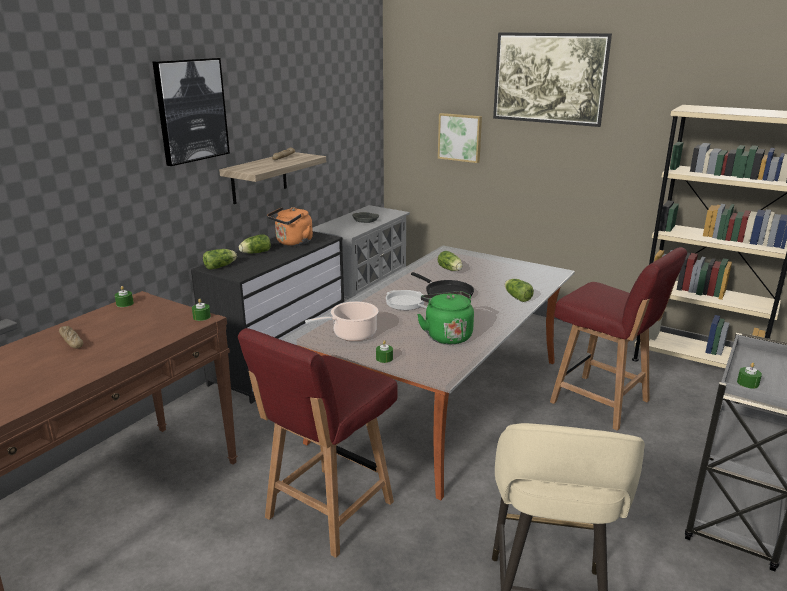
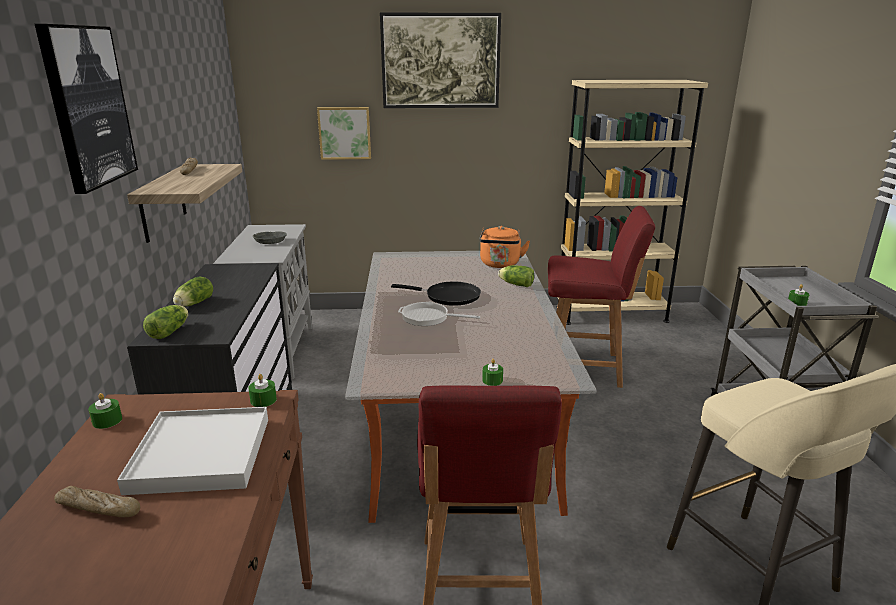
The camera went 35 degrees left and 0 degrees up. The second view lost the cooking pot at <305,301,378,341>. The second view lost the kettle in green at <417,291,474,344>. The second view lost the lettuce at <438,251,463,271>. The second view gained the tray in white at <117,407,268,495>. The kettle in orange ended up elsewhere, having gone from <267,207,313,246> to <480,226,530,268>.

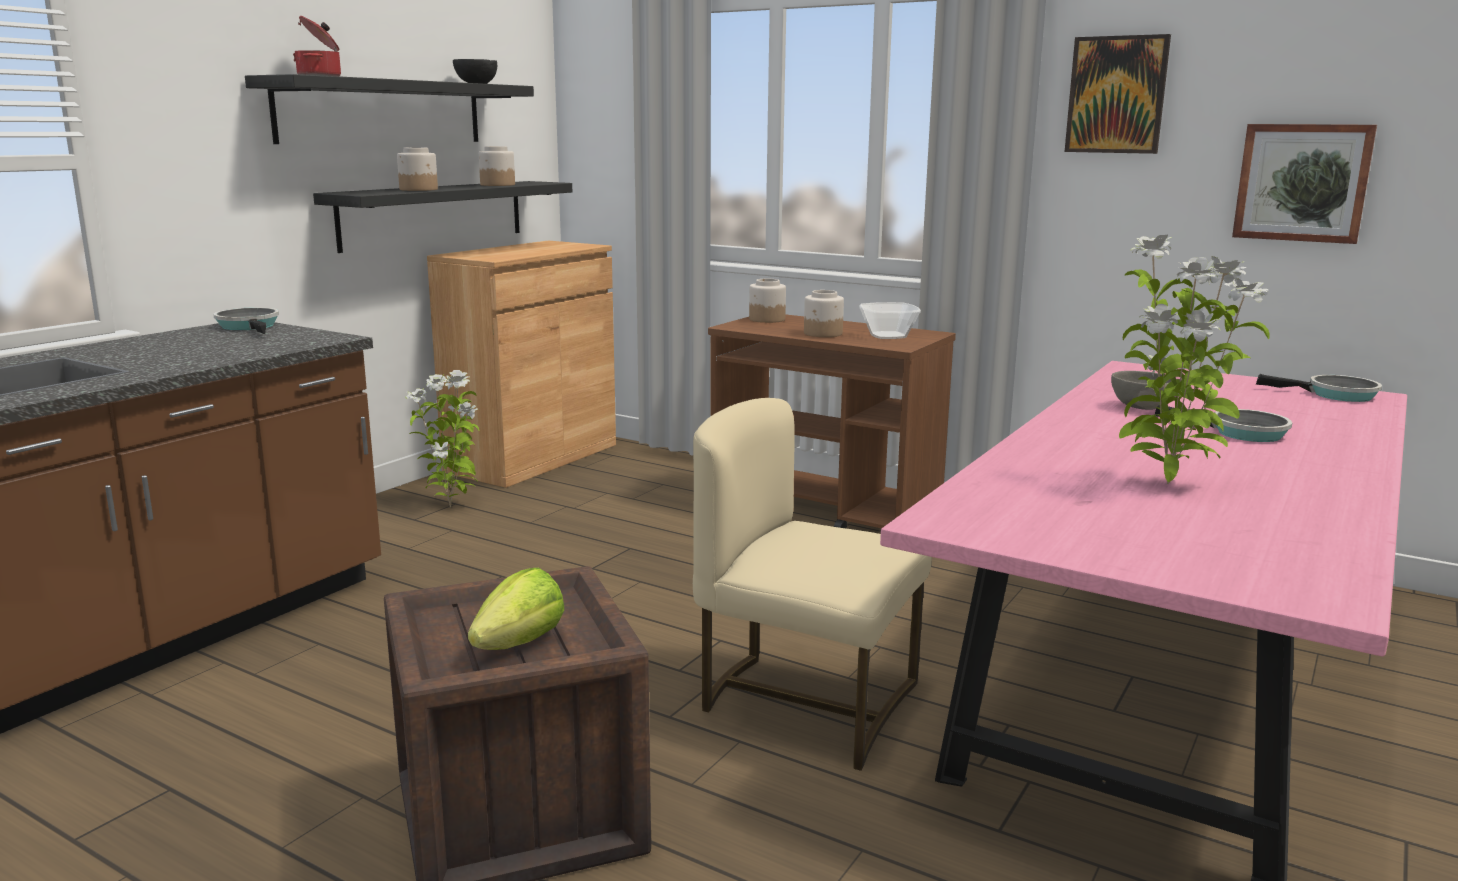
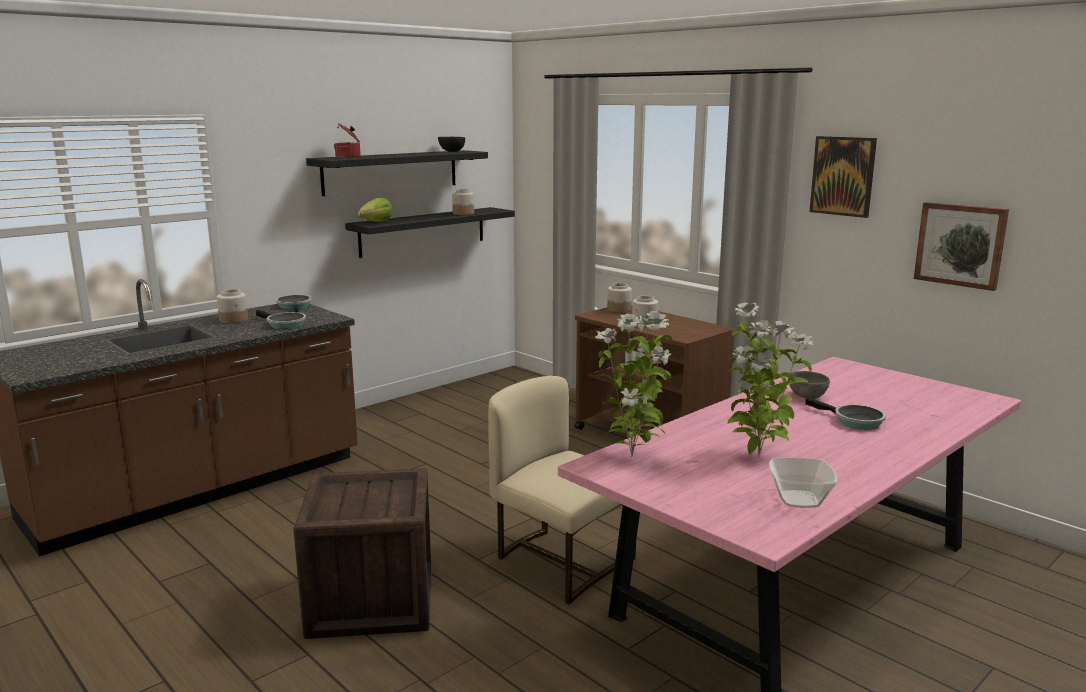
The camera went 15 degrees right and 0 degrees up. The second view lost the cabinet in brown at <427,241,616,488>. The jar ended up elsewhere, having gone from <397,147,438,191> to <217,289,248,324>. The potted plant ended up elsewhere, having gone from <405,370,479,507> to <595,311,672,457>. The lettuce ended up elsewhere, having gone from <468,568,564,650> to <358,197,393,222>. The bowl ended up elsewhere, having gone from <859,302,921,339> to <769,457,837,508>. The frying pan ended up elsewhere, having gone from <1256,374,1382,402> to <256,310,306,329>.

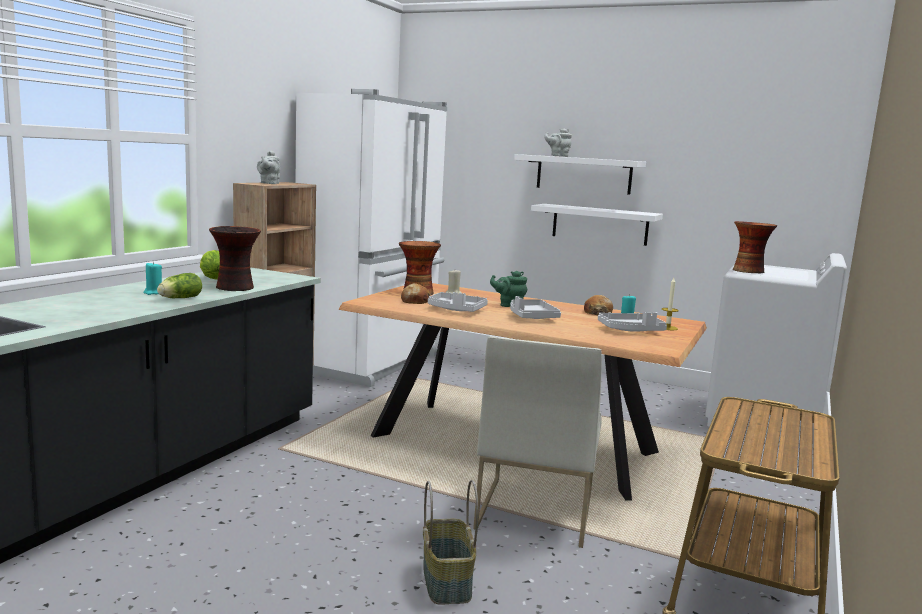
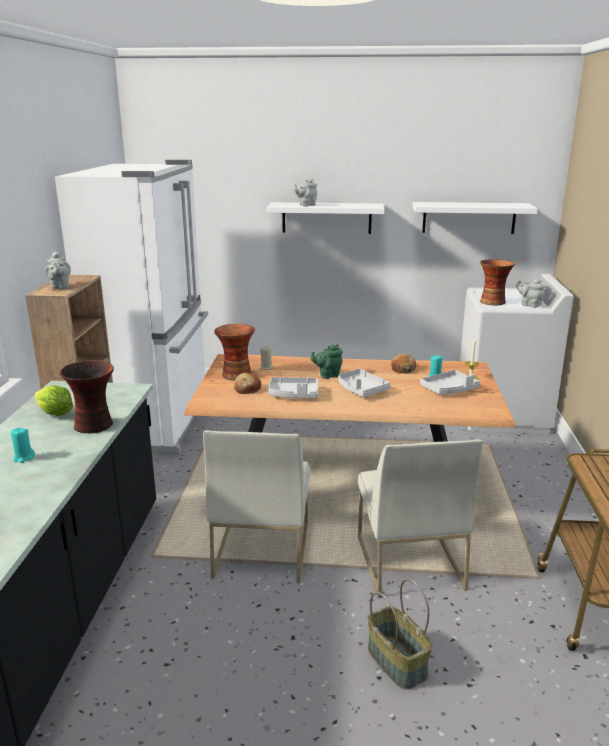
The camera went 20 degrees left and 10 degrees up. The second view lost the lettuce at <157,273,202,298>. The second view gained the chair in white at <203,430,310,583>. The second view gained the teapot in grey at <516,279,545,308>. The shelf in white ended up elsewhere, having gone from <531,204,663,246> to <413,202,538,234>.

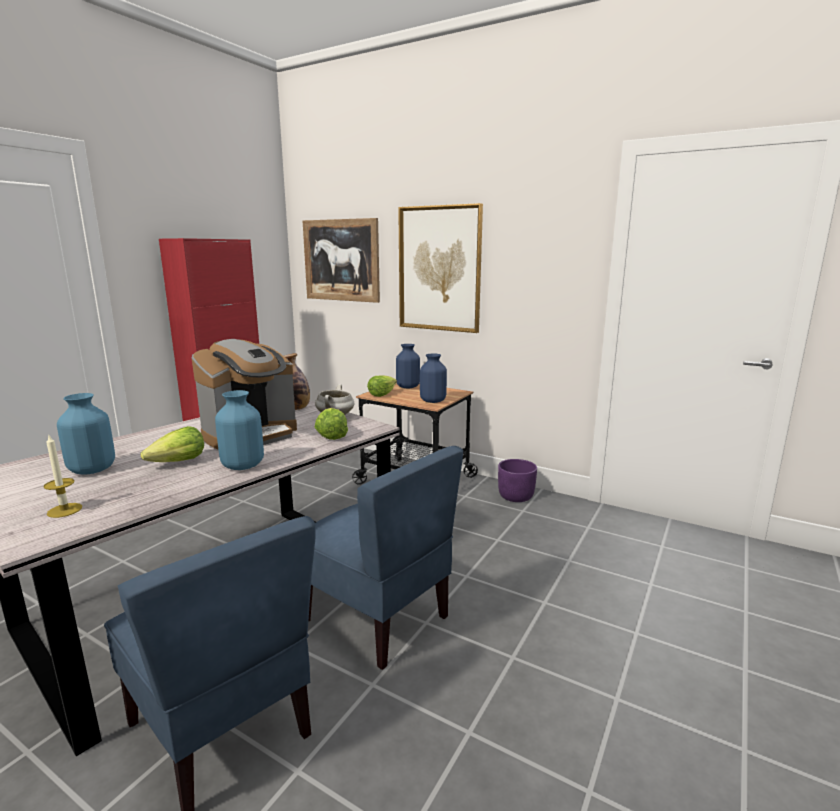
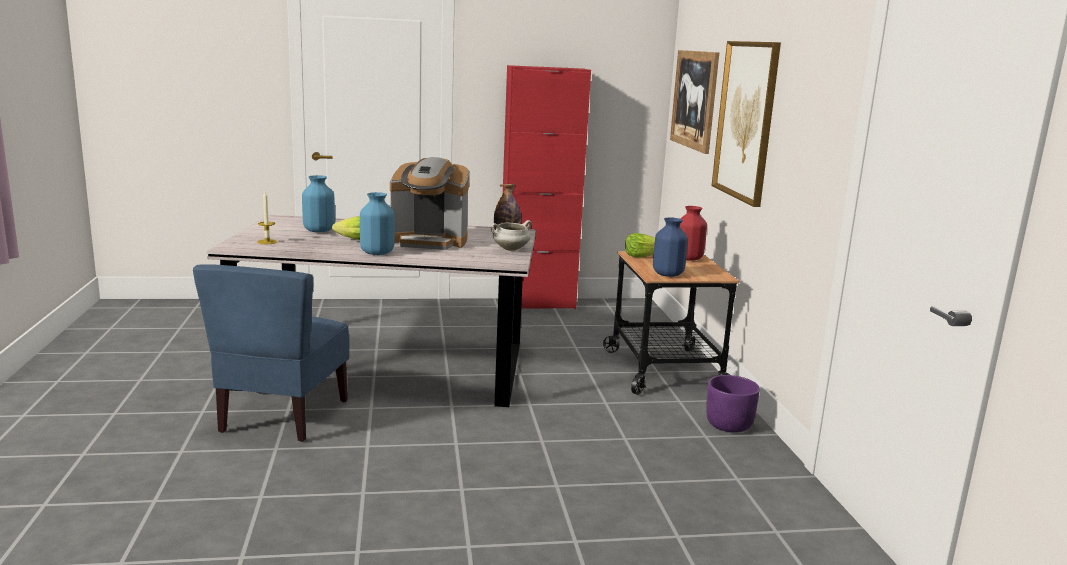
The camera went 50 degrees right and 0 degrees up. The second view lost the chair in blue at <308,446,463,670>. The second view lost the lettuce at <314,408,348,440>. What was the vase in blue at <396,344,420,388> turned into the vase in red at <680,206,707,261>.

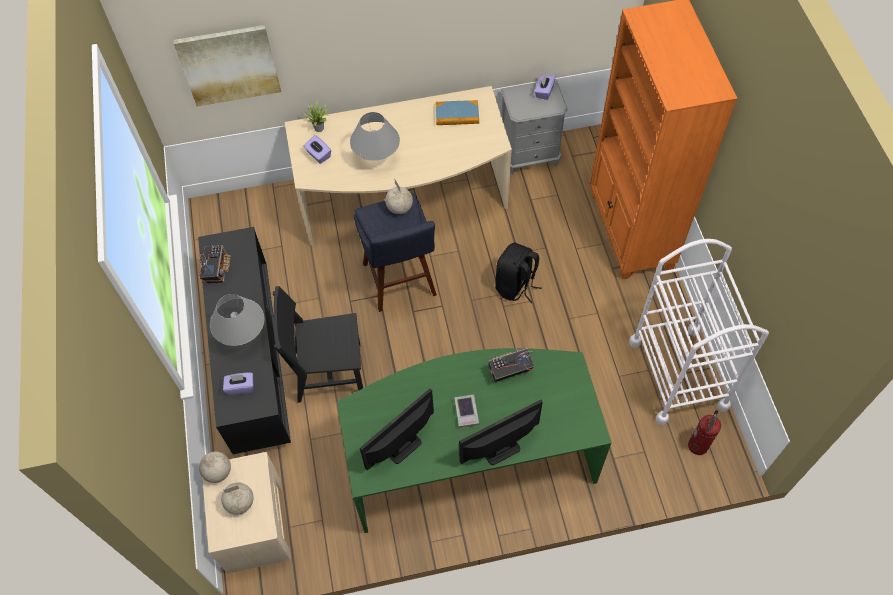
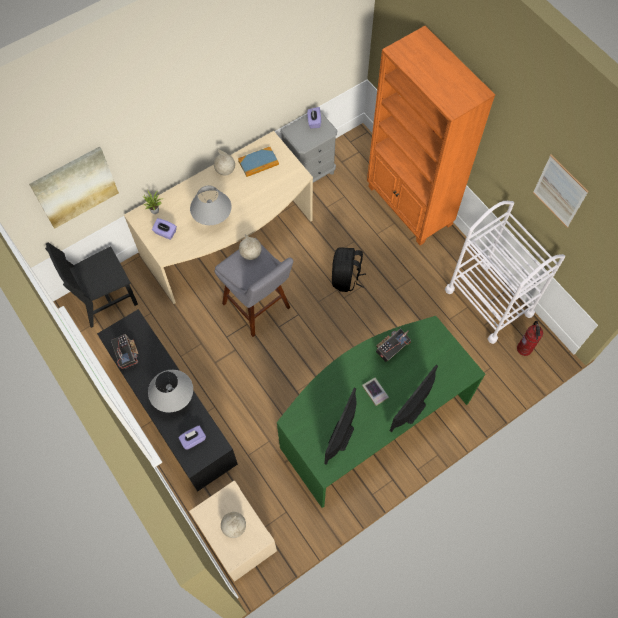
The camera went 25 degrees left and 5 degrees up. The second view gained the picture at <533,155,589,228>. The globe ended up elsewhere, having gone from <199,452,231,483> to <214,149,235,175>. The chair in black ended up elsewhere, having gone from <273,286,363,403> to <45,243,138,328>. What was the stool in blue at <354,193,437,312> turned into the stool in grey at <214,238,293,337>.

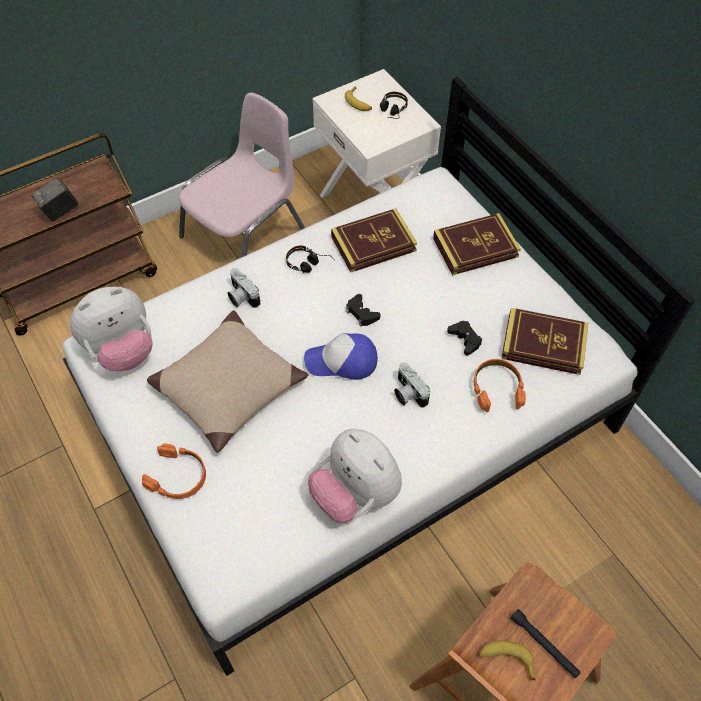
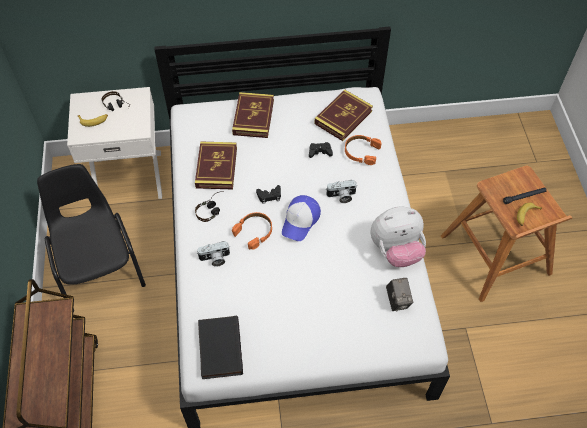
The camera went 65 degrees left and 0 degrees up. The second view lost the pillow in beige at <147,310,308,453>. The photo camera ended up elsewhere, having gone from <31,177,79,222> to <386,278,413,312>. The headphones in orange ended up elsewhere, having gone from <142,443,206,499> to <232,212,272,250>. Where the plush toy stood at <70,287,153,371>, the book in black came to stand at <198,316,243,379>. What was the chair in pink at <179,92,305,257> turned into the chair in black at <37,164,146,312>.

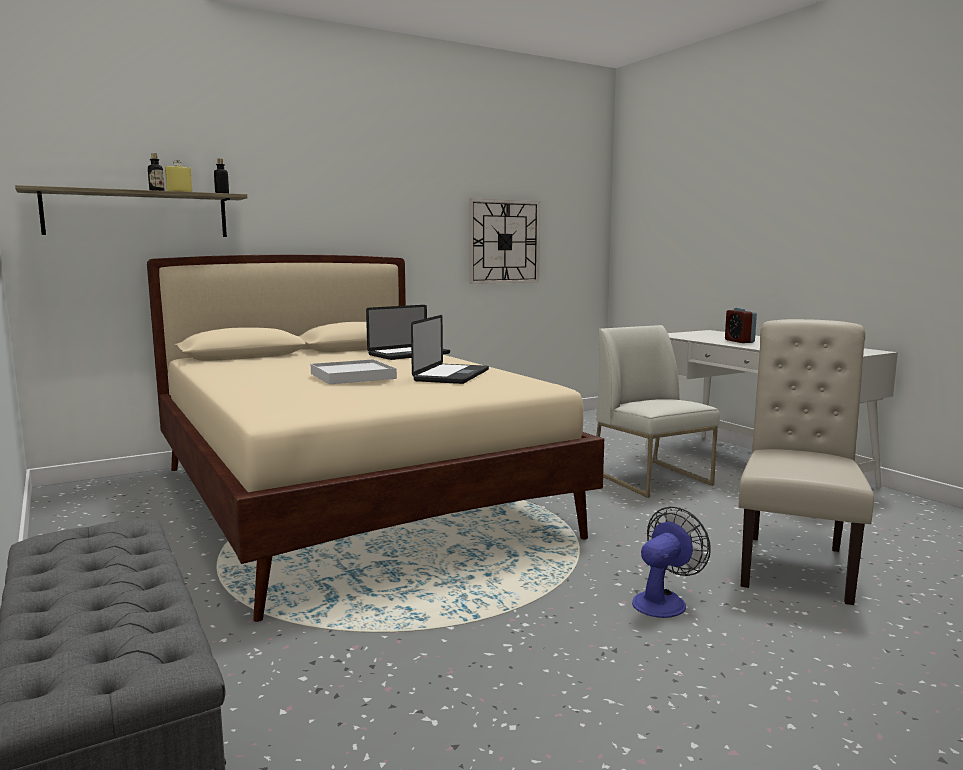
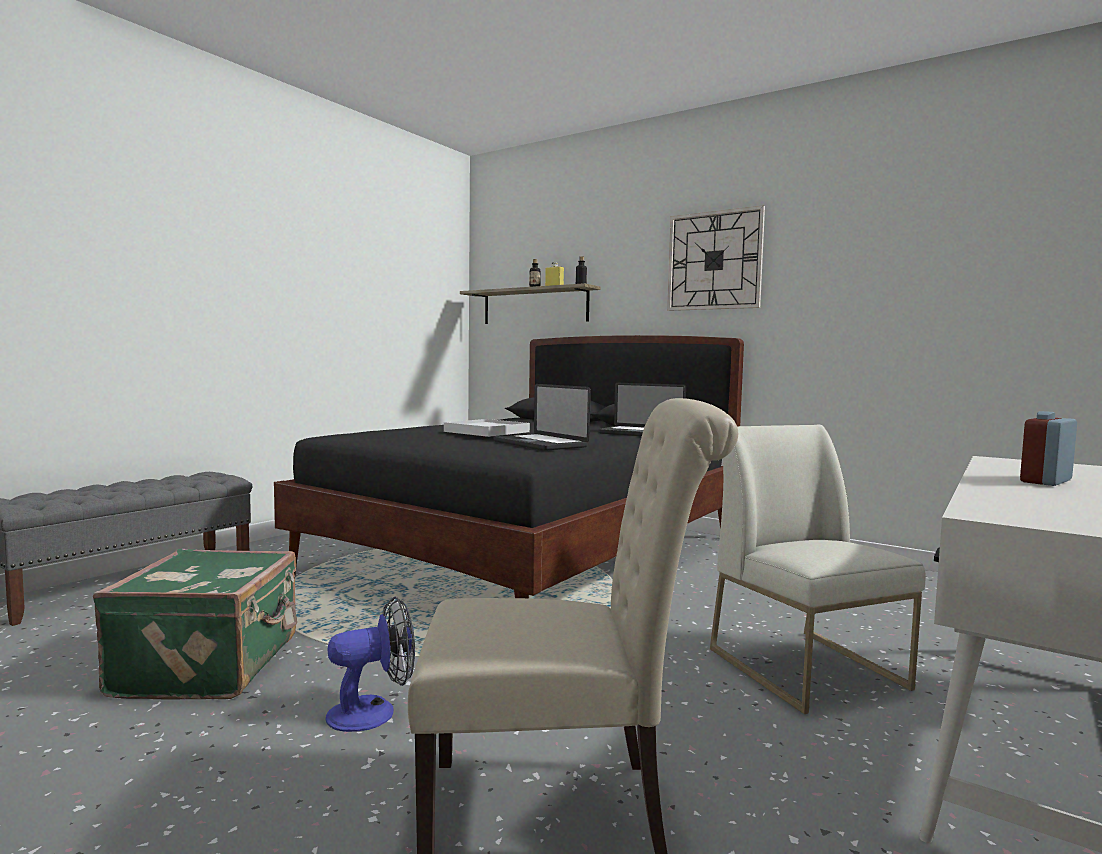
The camera went 65 degrees right and 5 degrees down. The second view gained the suitcase in green at <93,549,297,700>. The wall clock ended up elsewhere, having gone from <469,199,540,284> to <667,205,765,311>. What was the bed in beige at <147,255,604,622> turned into the bed in black at <274,335,744,598>. The laptop at <411,315,489,384> ended up facing another way, 60 degrees clockwise from before. The chair in white at <596,325,720,498> ended up facing another way, 60 degrees counterclockwise from before. The fan at <632,507,711,618> ended up facing another way, 45 degrees counterclockwise from before.

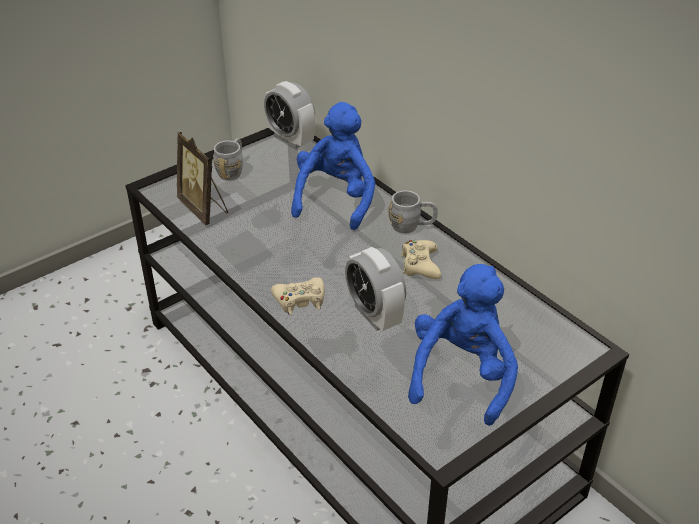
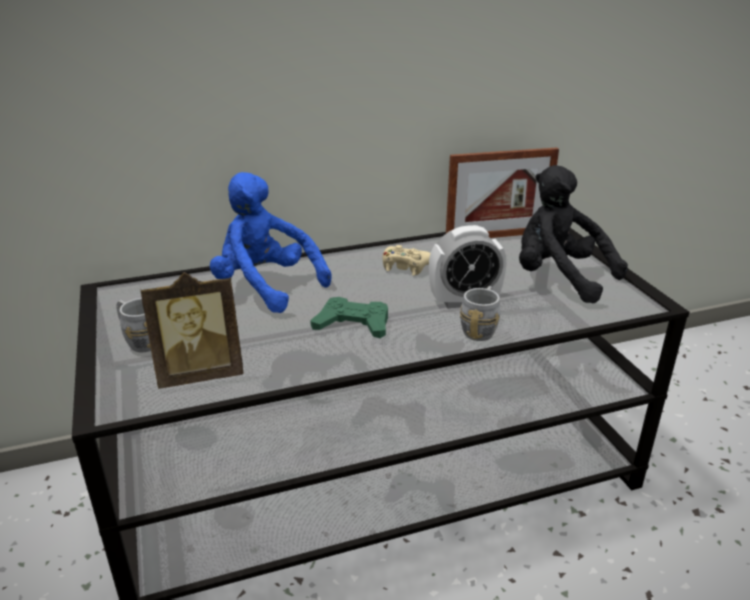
The camera went 70 degrees left and 10 degrees down. The second view lost the alarm clock at <264,81,315,149>. The second view lost the game controller in beige at <271,277,325,315>. The second view gained the game controller in green at <310,297,388,338>. The second view gained the picture frame at <446,148,559,238>. The mug in grey ended up elsewhere, having gone from <388,190,438,233> to <460,286,500,341>. What was the plush toy in blue at <408,264,518,426> turned into the plush toy in black at <519,165,628,303>.

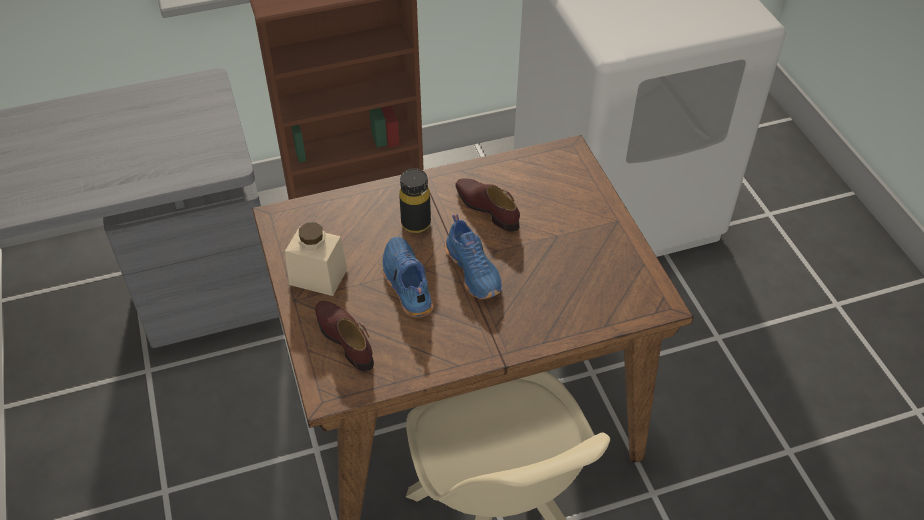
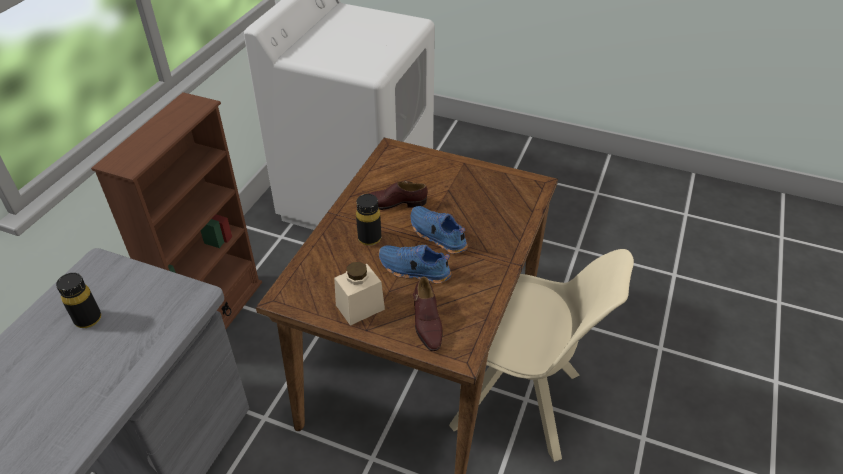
The camera went 50 degrees left and 5 degrees down. The second view gained the bottle in black at <56,273,101,328>. The shoe in brown at <315,301,374,371> ended up facing another way, 105 degrees counterclockwise from before. The shoe in blue at <445,214,502,299> ended up facing another way, 150 degrees counterclockwise from before.

